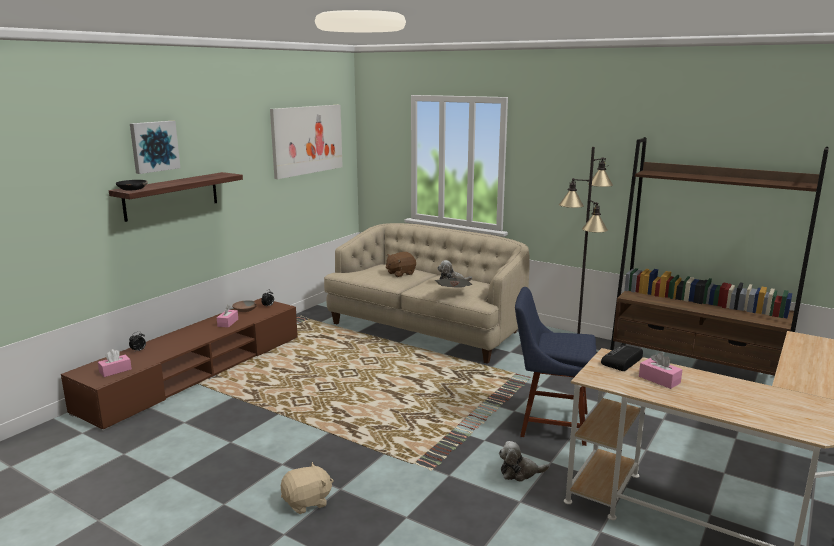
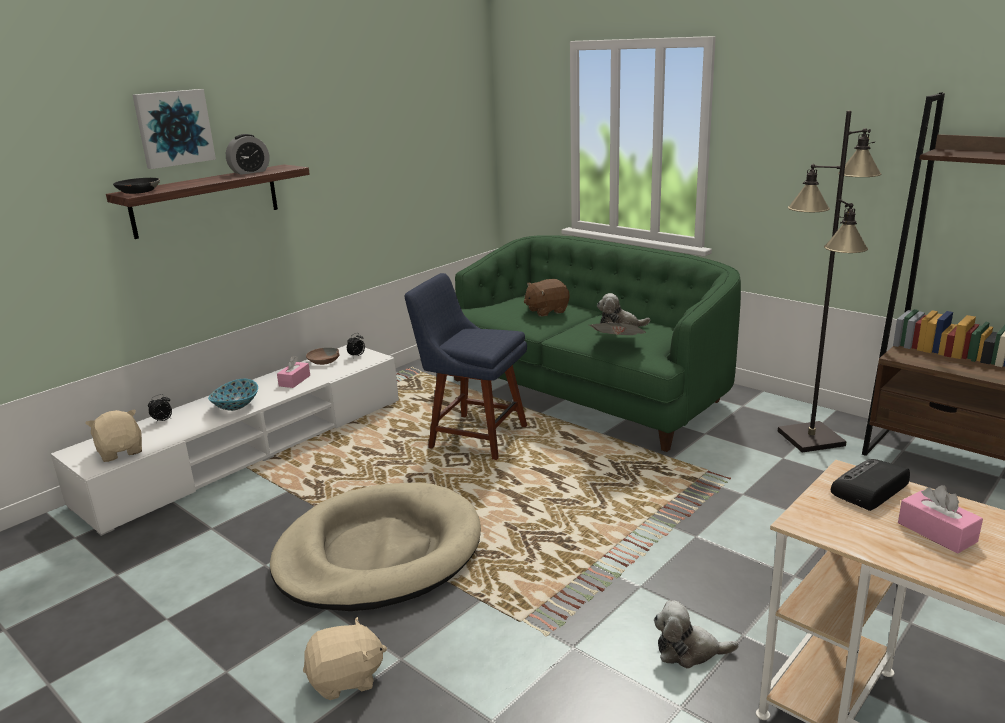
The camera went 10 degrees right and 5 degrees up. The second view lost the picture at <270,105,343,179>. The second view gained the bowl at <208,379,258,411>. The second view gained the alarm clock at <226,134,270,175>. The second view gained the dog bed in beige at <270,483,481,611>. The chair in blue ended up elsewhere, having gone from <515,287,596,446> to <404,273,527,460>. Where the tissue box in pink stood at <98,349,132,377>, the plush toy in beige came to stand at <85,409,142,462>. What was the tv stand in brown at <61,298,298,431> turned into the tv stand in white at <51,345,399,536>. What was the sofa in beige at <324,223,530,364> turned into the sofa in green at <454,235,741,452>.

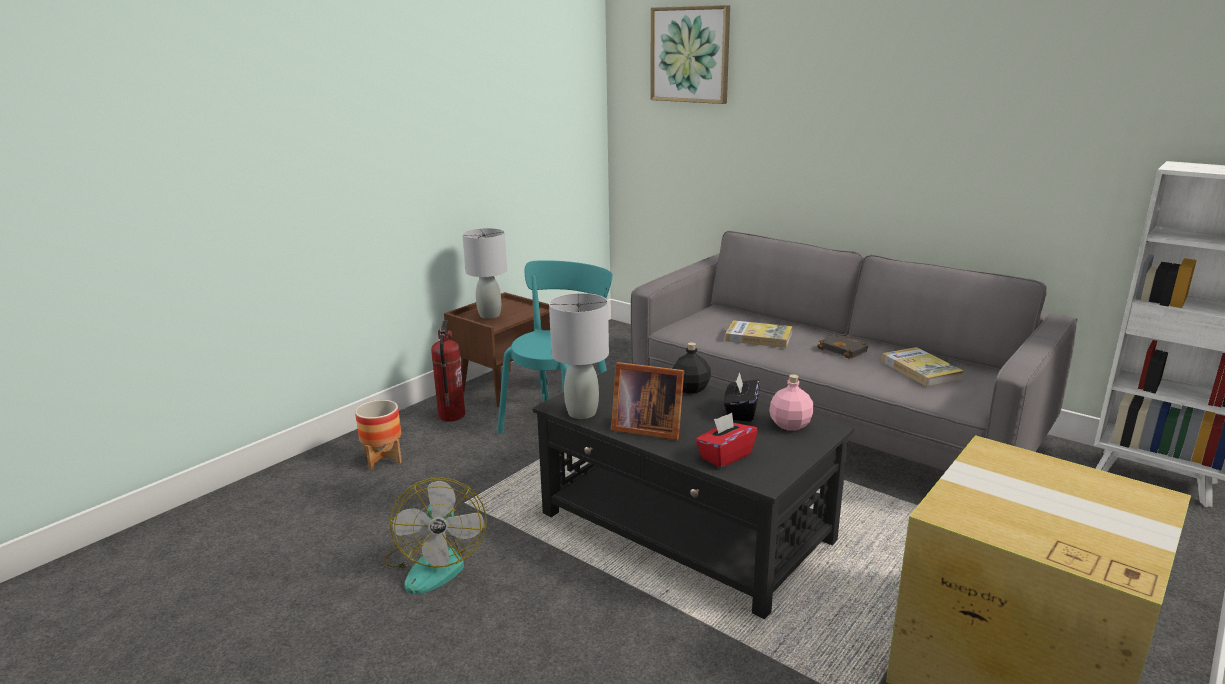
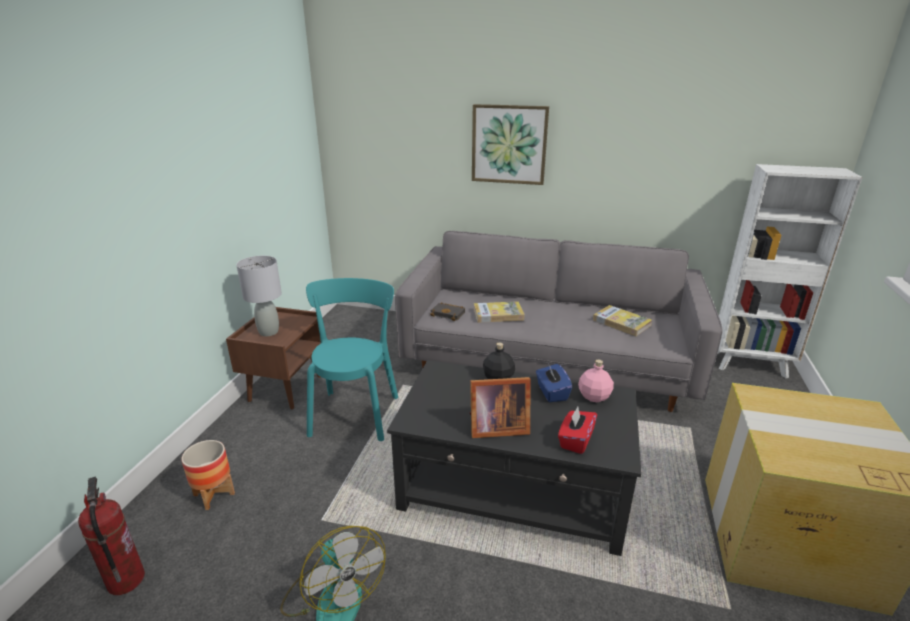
The camera went 25 degrees left and 5 degrees up. The second view lost the table lamp in grey at <549,293,609,419>. The fire extinguisher ended up elsewhere, having gone from <431,321,465,421> to <78,477,145,595>. The picture ended up elsewhere, having gone from <651,5,730,104> to <472,104,549,185>. The book in black ended up elsewhere, having gone from <817,334,869,359> to <430,302,465,321>. What was the tissue box in black at <724,372,760,422> turned into the tissue box in blue at <536,363,572,402>.

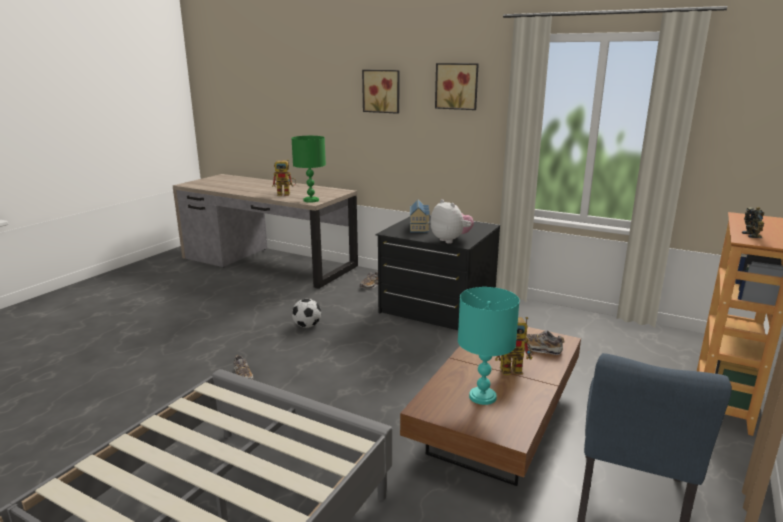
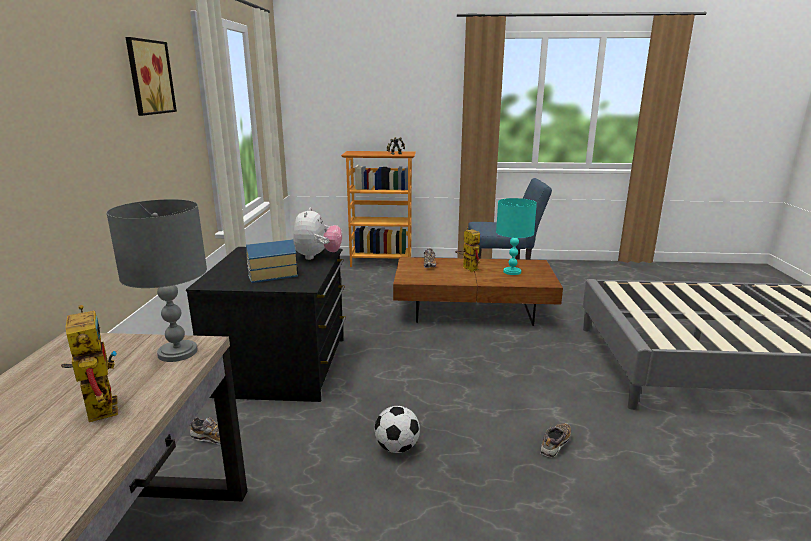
The camera went 115 degrees left and 0 degrees up. The second view lost the picture at <362,70,400,114>. What was the table lamp in green at <291,136,326,203> turned into the table lamp in grey at <106,199,207,362>. The plush toy at <430,199,474,244> ended up facing another way, 150 degrees clockwise from before.

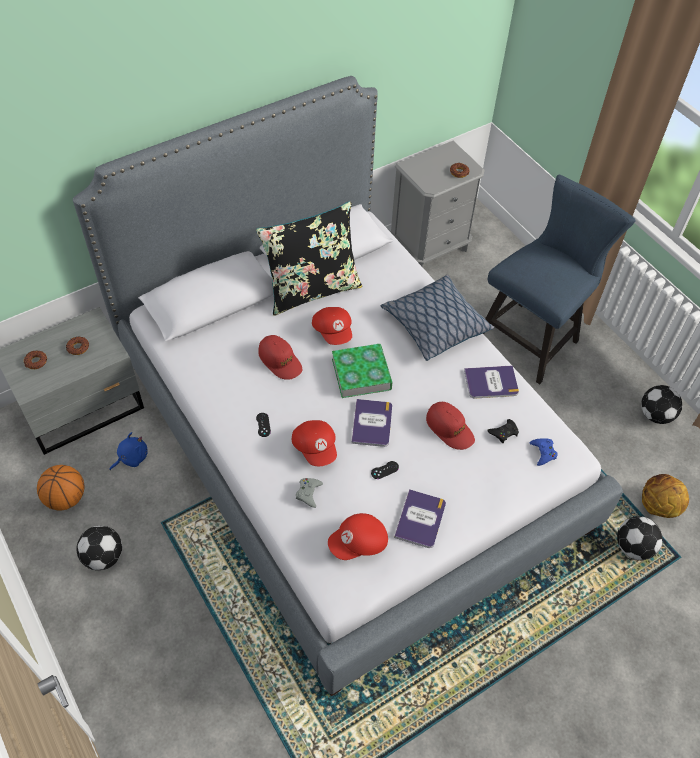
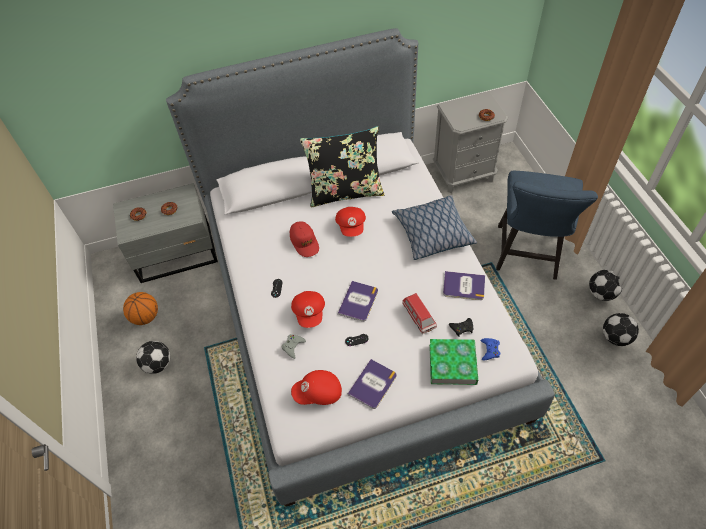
The camera went 20 degrees right and 0 degrees up. The second view lost the plush toy in blue at <109,432,148,470>. The second view lost the basketball at <642,474,689,518>. The book ended up elsewhere, having gone from <332,344,393,398> to <429,339,478,385>. The football ended up elsewhere, having gone from <617,516,663,560> to <589,270,622,301>. Where the cap in red stood at <426,402,475,450>, the toy car came to stand at <402,293,437,334>. The chair in blue at <483,175,636,384> ended up facing another way, 135 degrees clockwise from before.

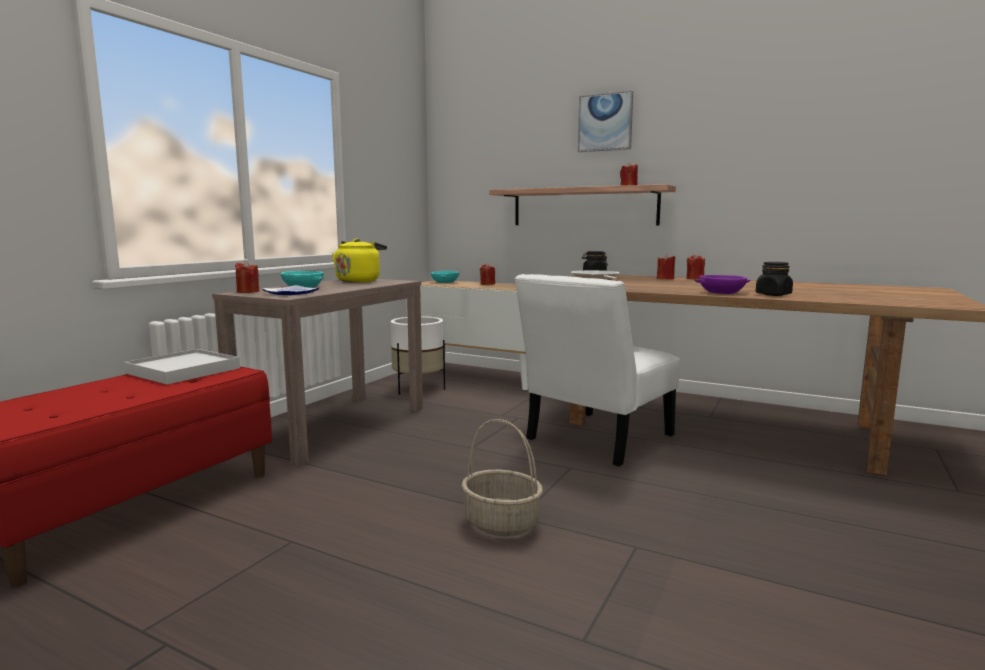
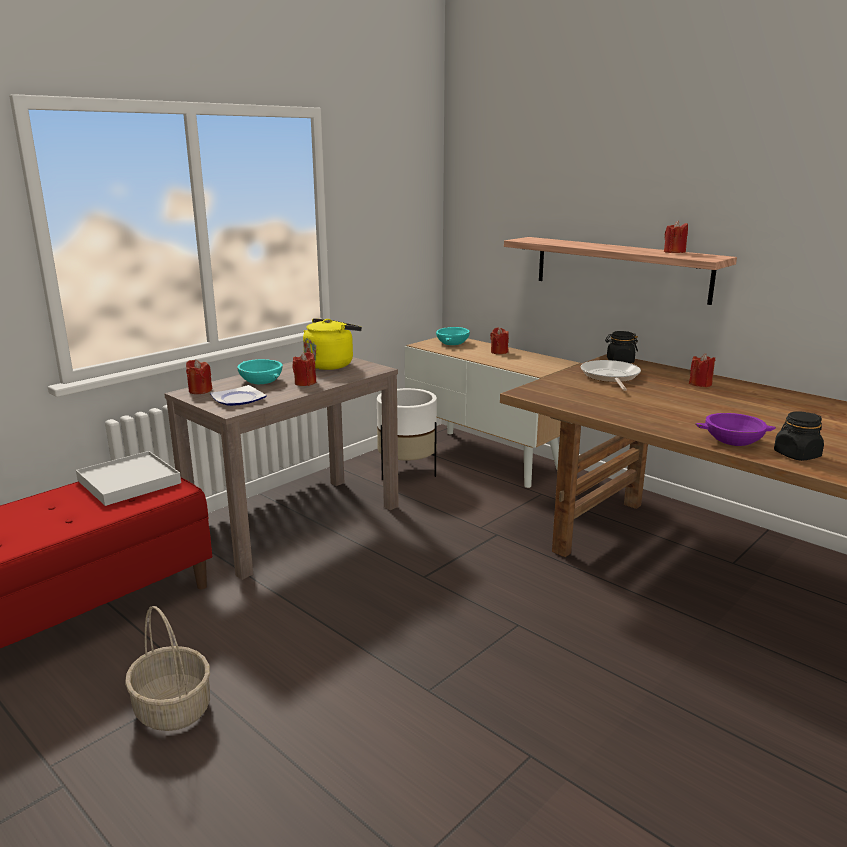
The camera went 15 degrees right and 10 degrees up. The second view lost the chair in white at <515,274,680,466>. The second view lost the picture at <578,91,633,152>. The basket ended up elsewhere, having gone from <462,419,543,537> to <125,606,210,731>. The candle in red ended up elsewhere, having gone from <686,254,705,279> to <292,352,316,386>.

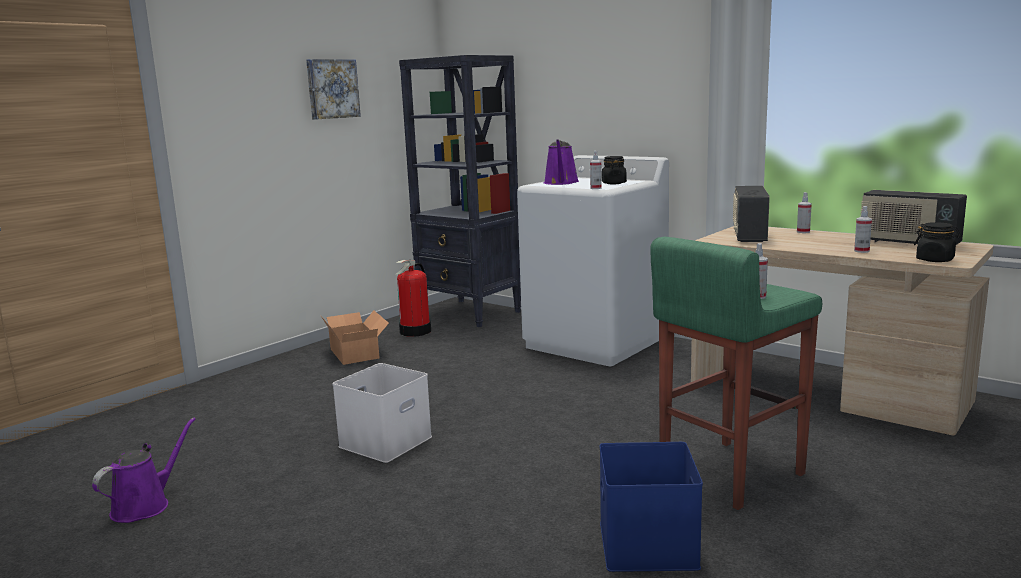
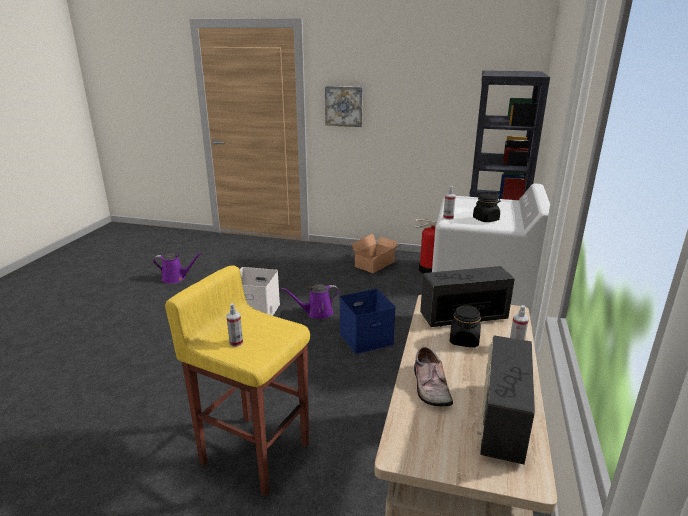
The camera went 65 degrees right and 10 degrees up. The picture ended up elsewhere, having gone from <306,59,361,120> to <325,86,363,127>. The watering can in purple ended up elsewhere, having gone from <544,139,579,185> to <282,284,339,319>. The storage box in blue ended up elsewhere, having gone from <600,442,703,572> to <340,289,396,354>. The jar in black ended up elsewhere, having gone from <914,222,962,262> to <450,305,481,347>. Where the spray bottle stood at <854,206,872,253>, the shoe came to stand at <414,347,453,406>. What was the stool in green at <650,237,822,510> turned into the stool in yellow at <165,265,310,497>.

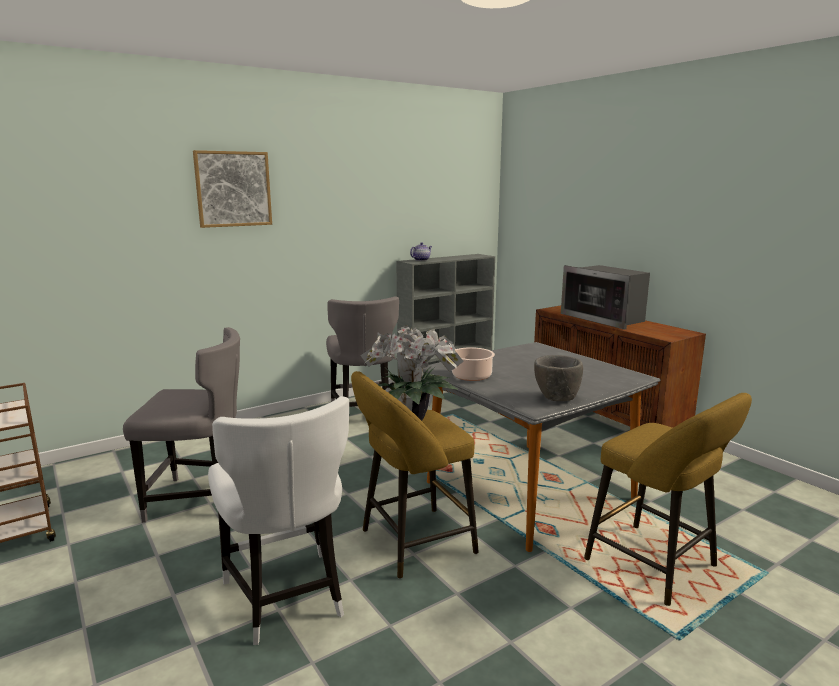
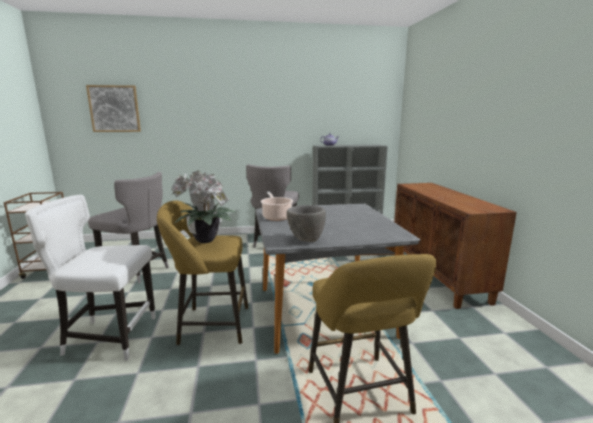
The camera went 25 degrees right and 0 degrees up. The second view lost the microwave at <561,265,650,330>. The picture ended up elsewhere, having gone from <193,150,272,228> to <86,85,141,132>. The chair in white at <208,396,349,645> ended up facing another way, 90 degrees clockwise from before.

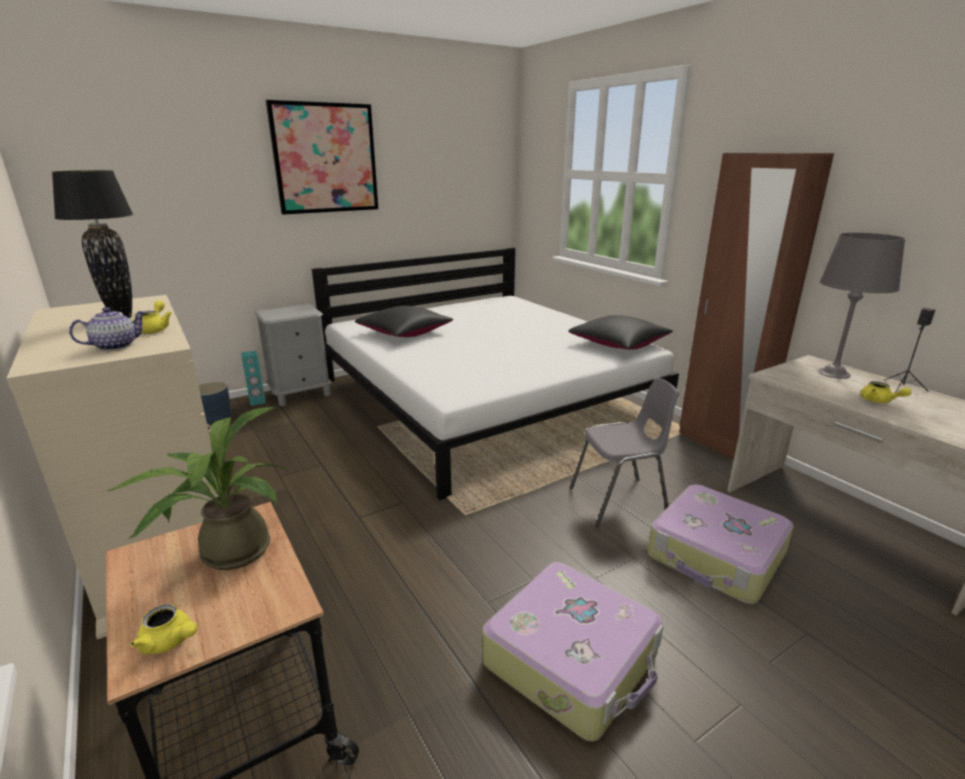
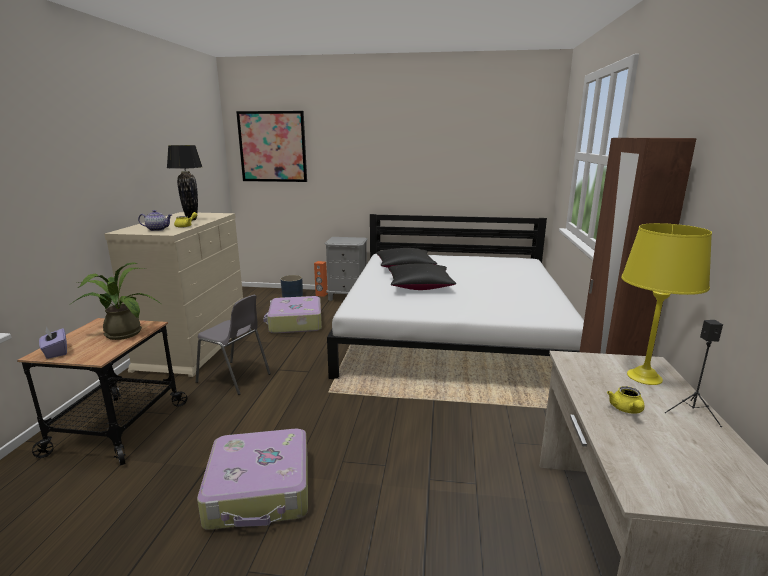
The camera went 40 degrees right and 5 degrees down. The picture ended up elsewhere, having gone from <266,100,378,215> to <236,111,307,182>. The pillow in black ended up elsewhere, having gone from <568,315,673,350> to <388,263,456,290>. The chair in grey ended up elsewhere, having gone from <570,378,679,527> to <196,295,271,395>. The suitcase ended up elsewhere, having gone from <647,484,794,604> to <263,296,322,333>. Where the teapot in yellow stood at <130,604,197,654>, the tissue box in purple came to stand at <39,327,67,359>. What was the speaker in turquoise at <241,351,266,406> turned into the speaker in orange at <314,261,328,297>. What was the table lamp in grey at <818,233,905,379> turned into the table lamp in yellow at <621,223,712,385>.

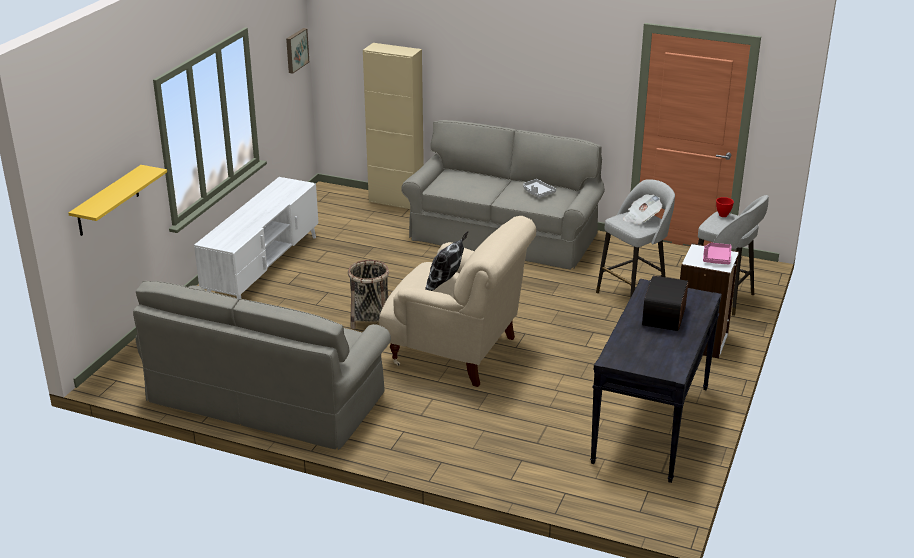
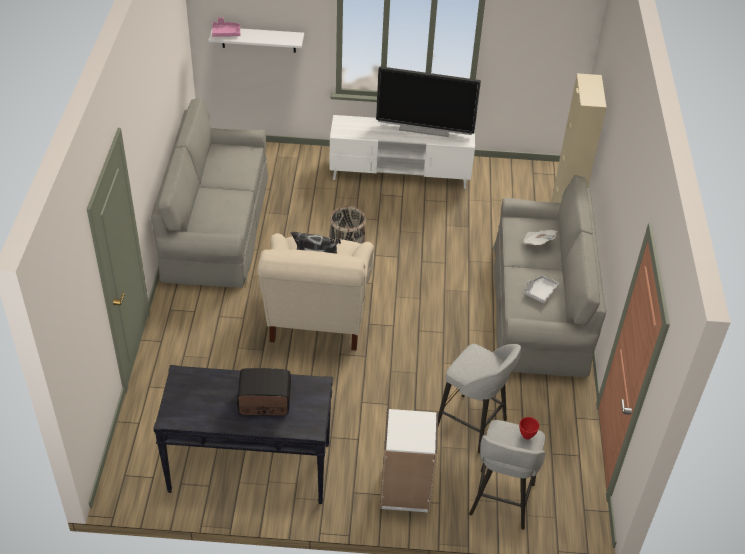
The camera went 70 degrees right and 15 degrees up. The second view lost the picture at <286,28,309,74>. The second view gained the television at <376,66,481,137>. The newspaper ended up elsewhere, having gone from <623,194,662,224> to <521,230,557,245>. The tray in pink ended up elsewhere, having gone from <703,243,731,265> to <212,17,240,37>. What was the shelf in yellow at <68,165,167,236> turned into the shelf in white at <209,28,304,53>.

